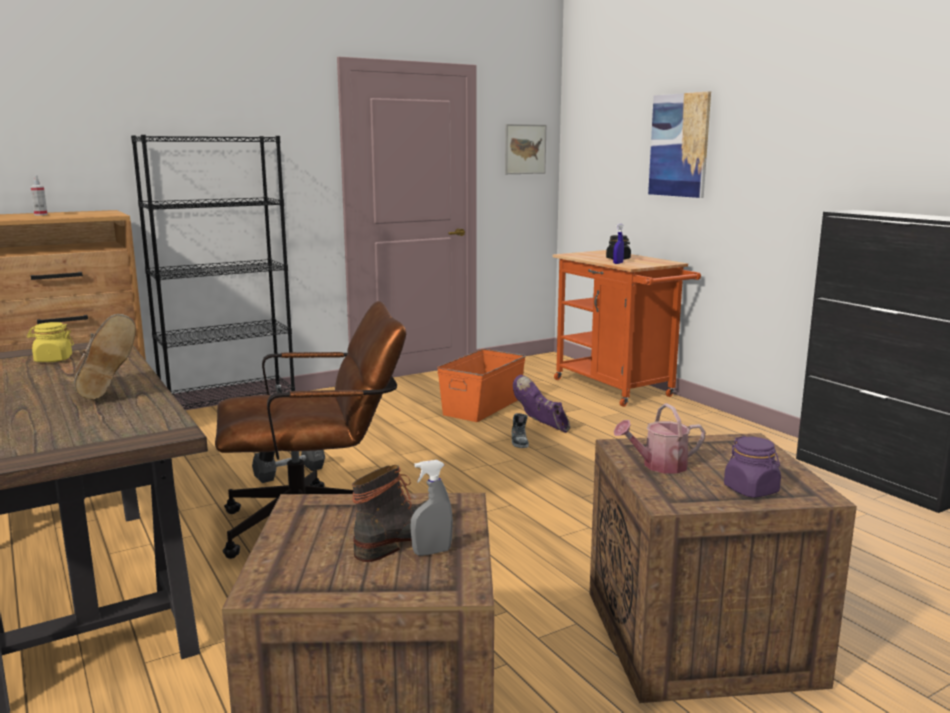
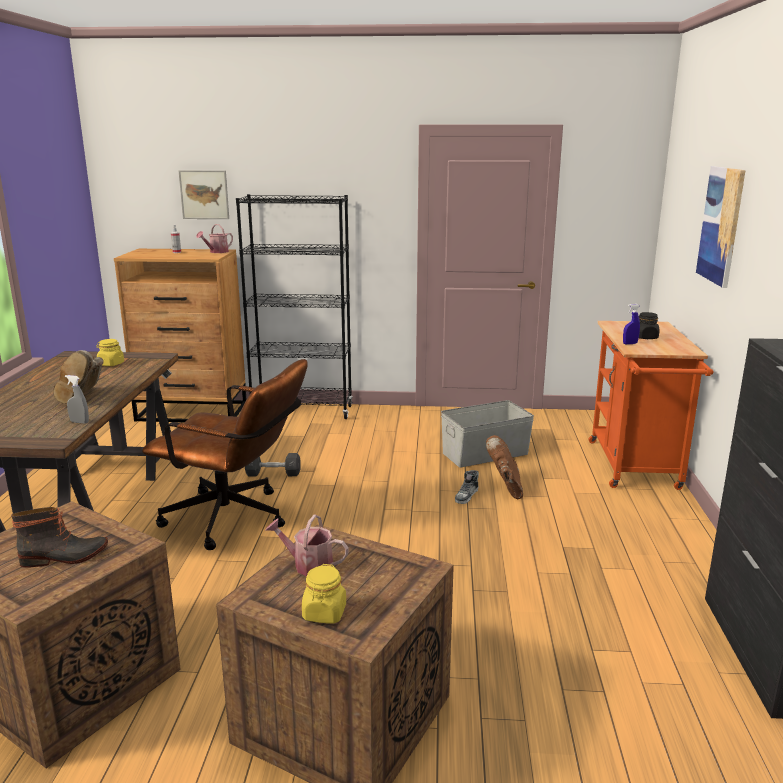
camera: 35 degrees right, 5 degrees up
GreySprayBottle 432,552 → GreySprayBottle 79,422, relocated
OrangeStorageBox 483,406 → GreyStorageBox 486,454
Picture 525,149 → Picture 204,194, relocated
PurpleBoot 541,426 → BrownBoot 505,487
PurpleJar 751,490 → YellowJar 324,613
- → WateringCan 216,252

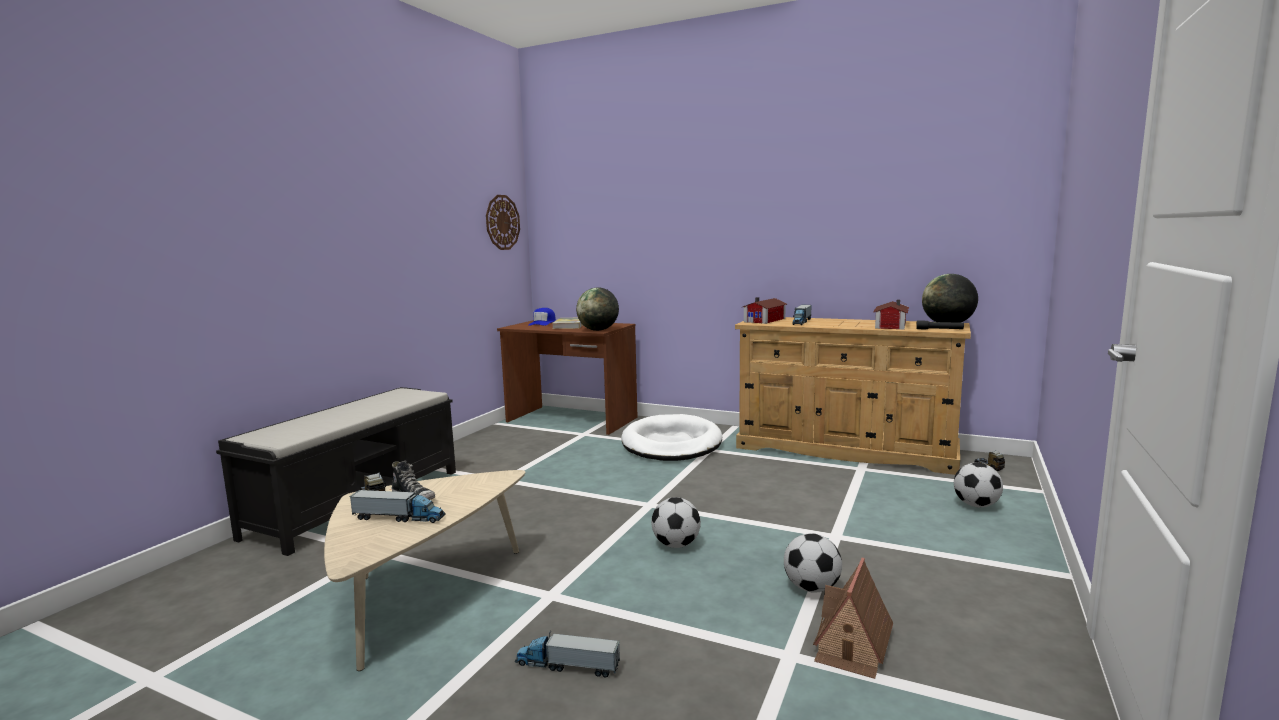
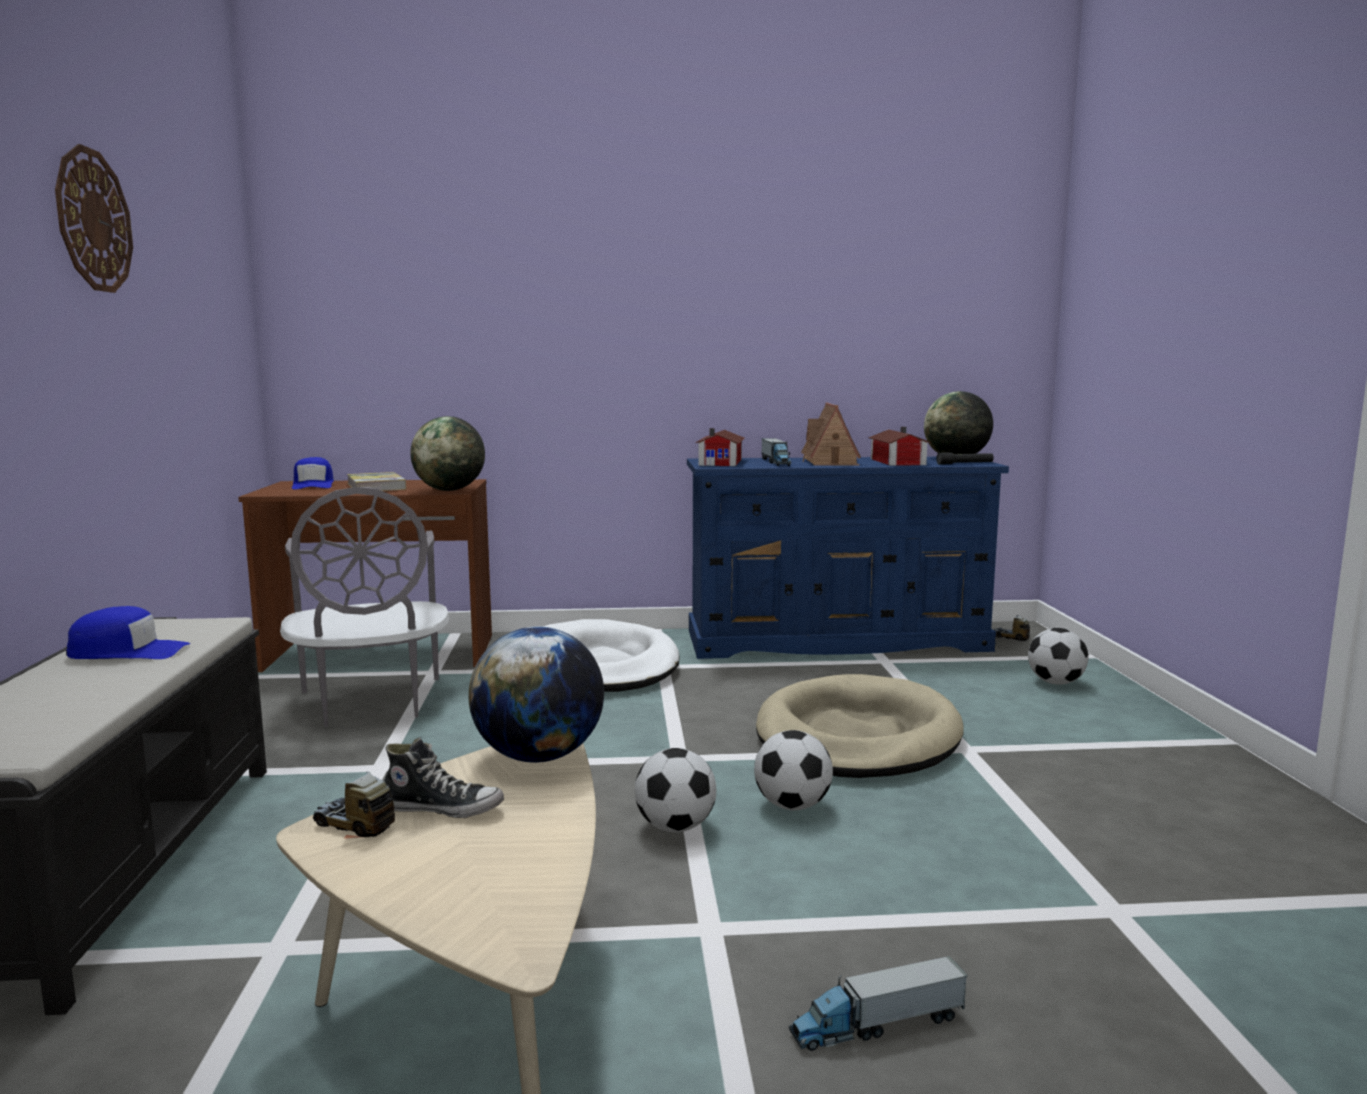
camera: 30 degrees left, 0 degrees up
ToyTruck 399,518 → -
WallClock 502,222 → WallClock 93,220, relocated
BeigeDresser 846,450 → BlueDresser 837,640
Football 811,588 → Football 675,827, relocated
ToyHouse 852,644 → ToyHouse 830,462, relocated
- → BlueCap 128,652
- → GreyChair 371,703
- → Globe 539,757
- → BeigeDogBed 857,736

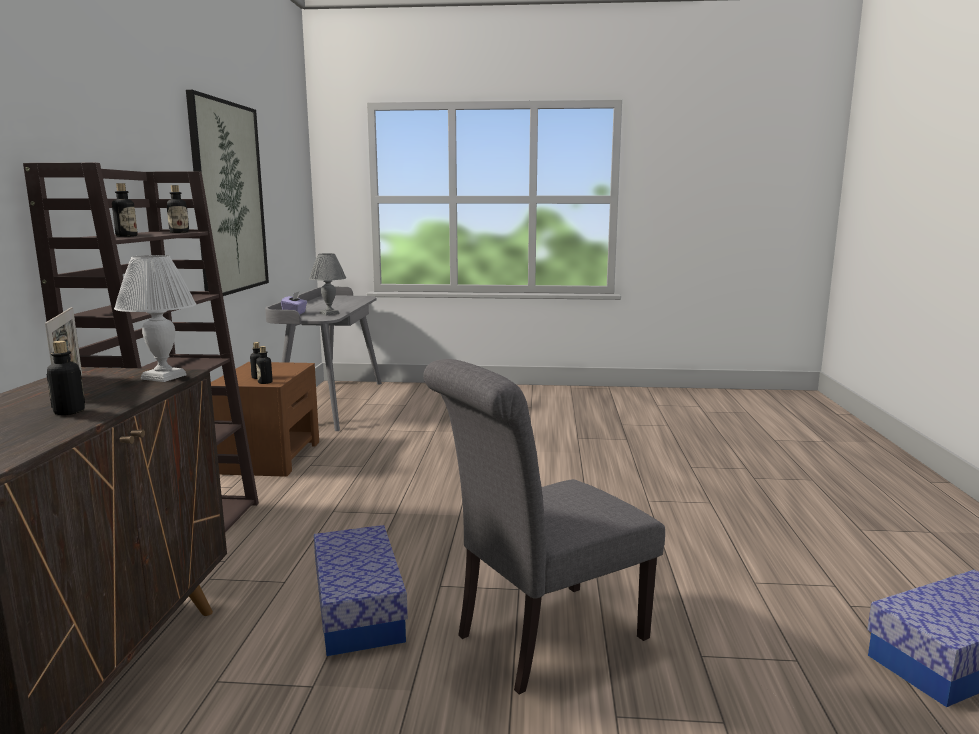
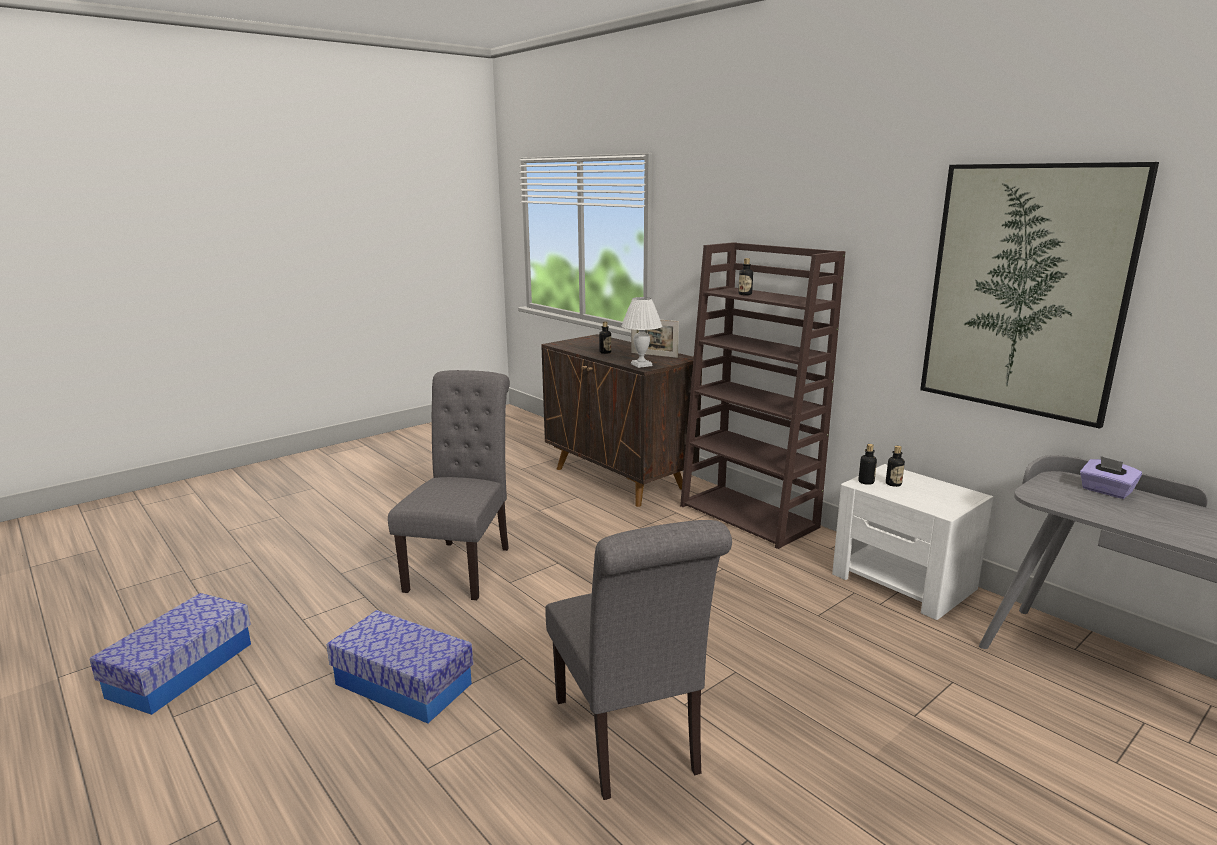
camera: 135 degrees right, 5 degrees up
Bottle 179,232 → -
BrownNightstand 270,456 → WhiteNightstand 904,582
GreyTableLamp 330,313 → -
StorageBox 359,609 → StorageBox 403,684, relocated
- → GreyChair 630,741

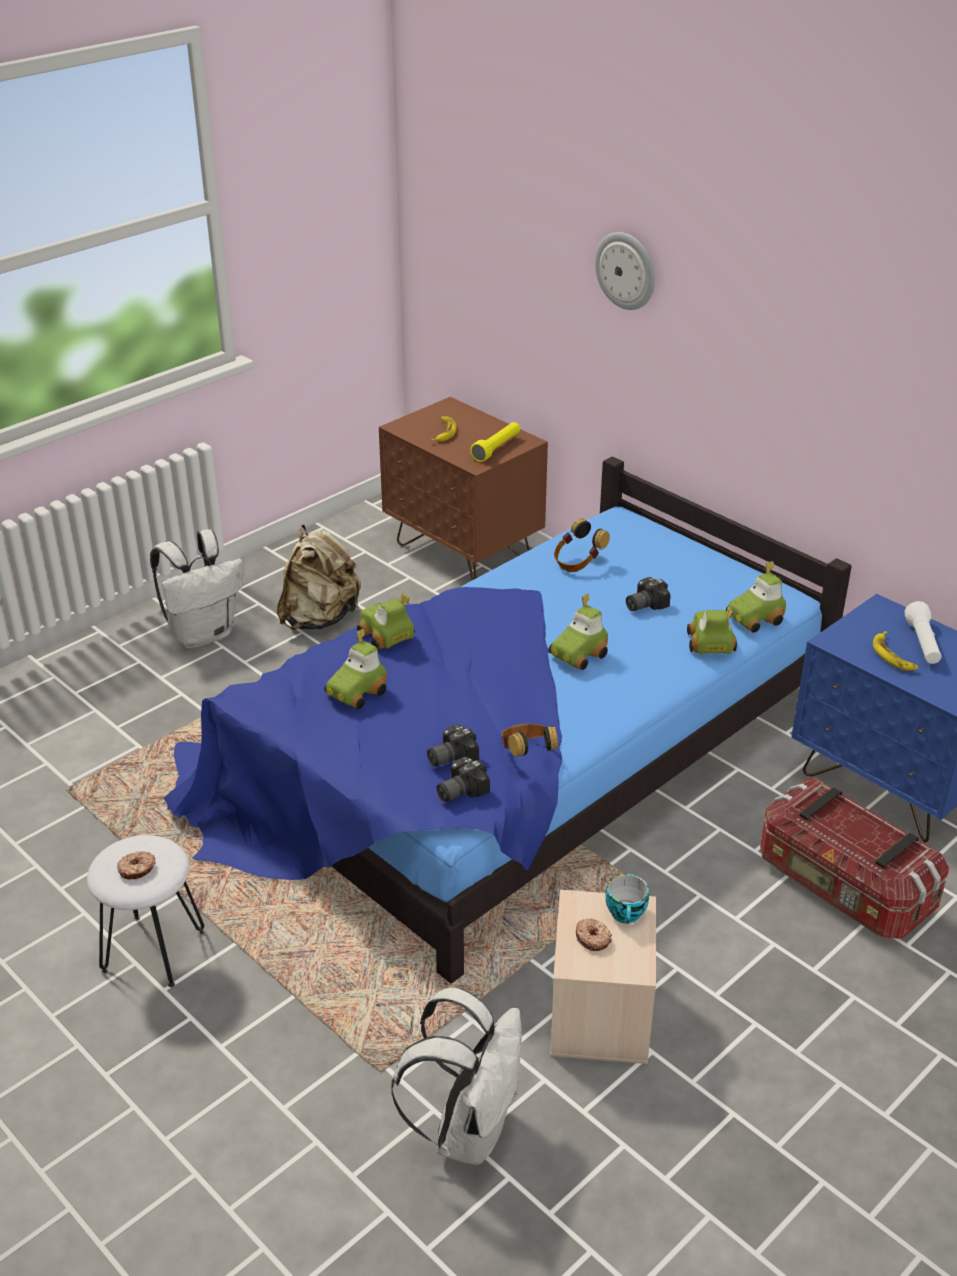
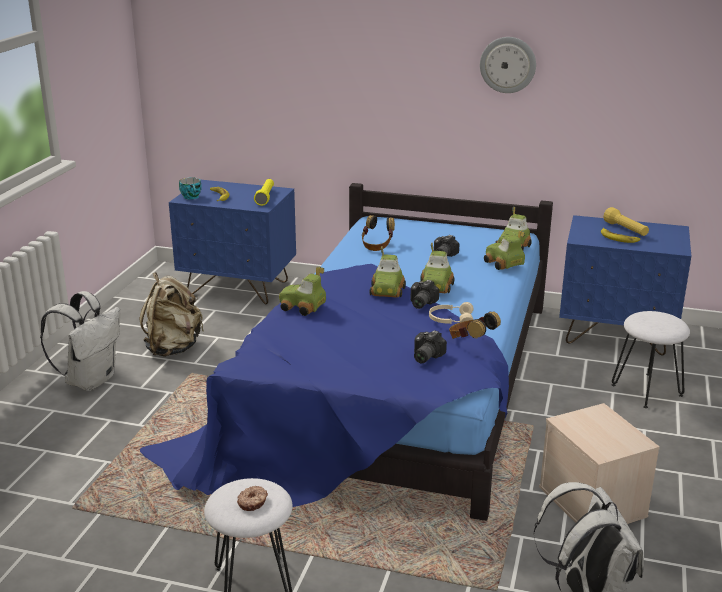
camera: 30 degrees left, 10 degrees down
ToyCar 357,693 → ToyCar 388,291, relocated
BrownNightstand 464,552 → BlueNightstand 238,288
PhotoCamera 459,790 → PhotoCamera 420,303, relocated
Donut 593,938 → -
WallClock 626,270 → WallClock 508,64, relocated
Cup 627,914 → Cup 192,197, relocated
StorageBox 842,887 → WhiteStool 647,390
WhiteFlashlight 922,644 → YellowFlashlight 625,230
- → BeigeHeadphones 451,320

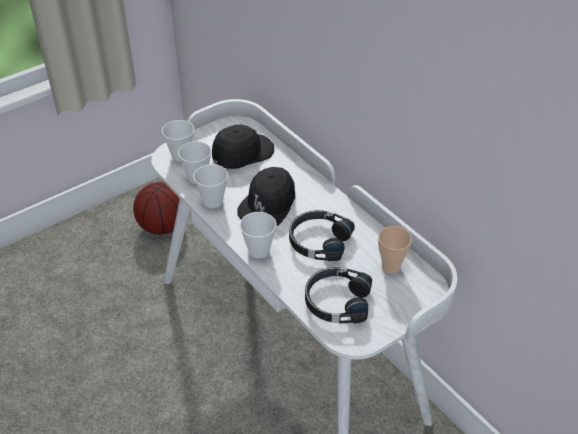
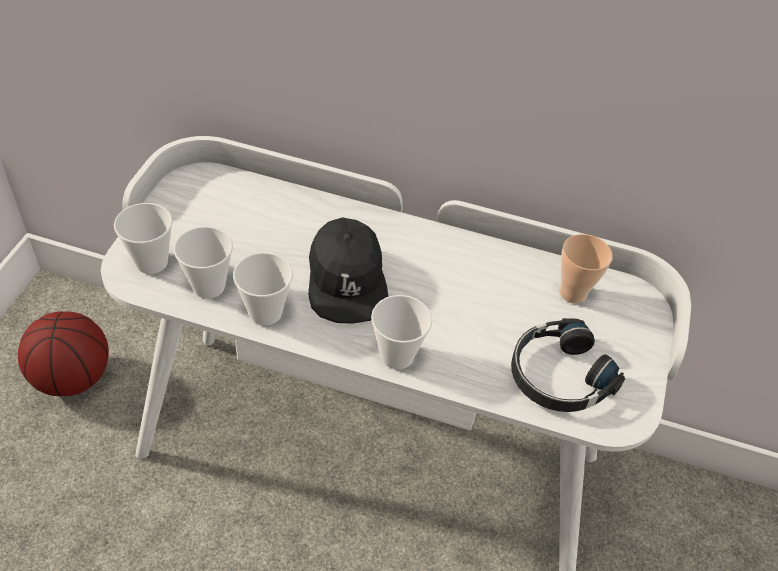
camera: 40 degrees left, 5 degrees up
BlackCap 242,153 → -
BlackHeadphones 319,241 → -

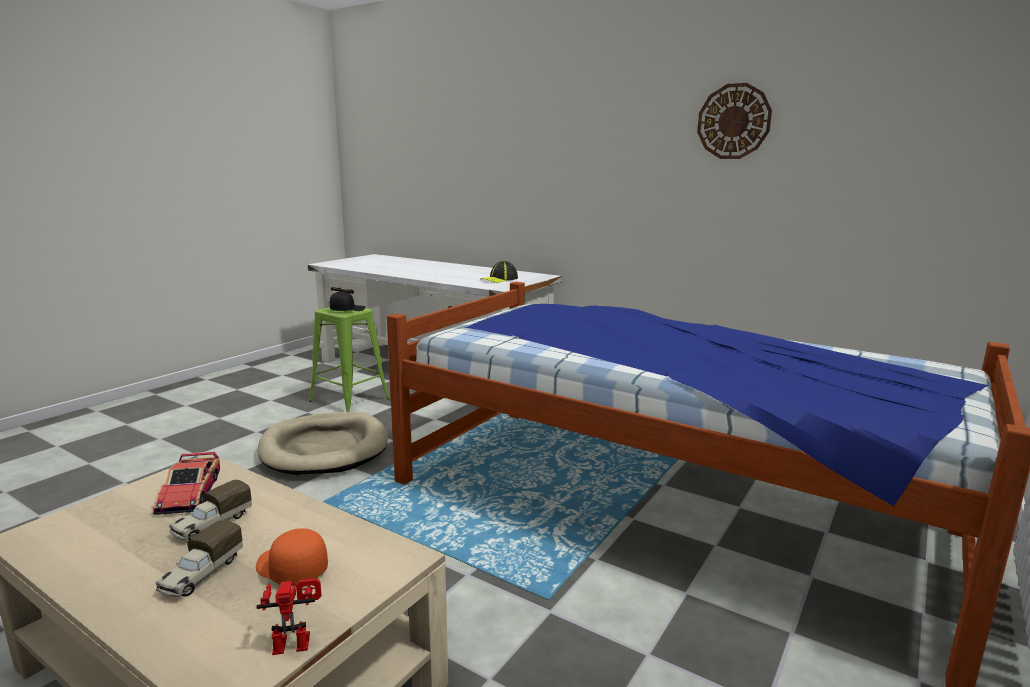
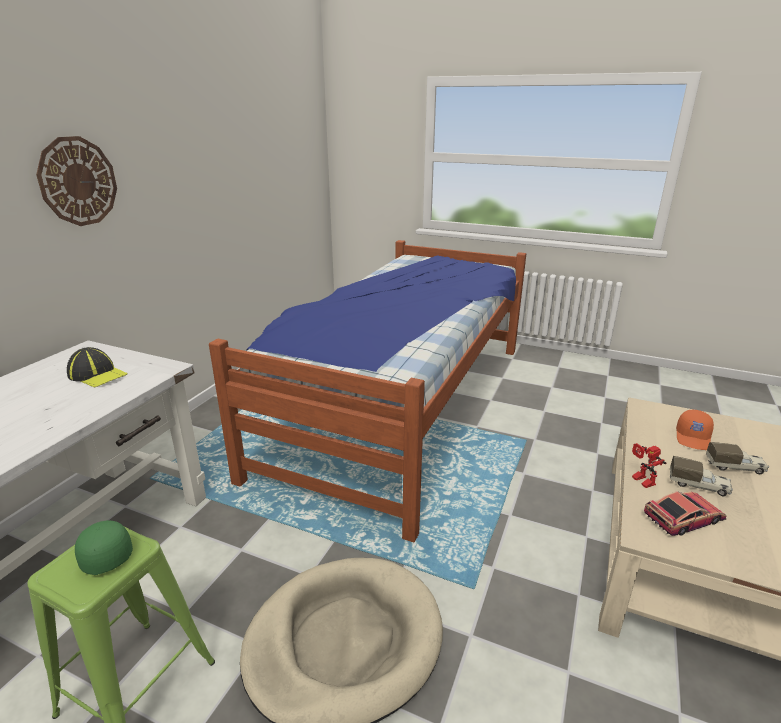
camera: 100 degrees left, 10 degrees up
ToyRobot 295,640 → ToyRobot 640,480, relocated
BlackCap 347,310 → GreenCap 102,553
WallClock 733,121 → WallClock 78,181, relocated

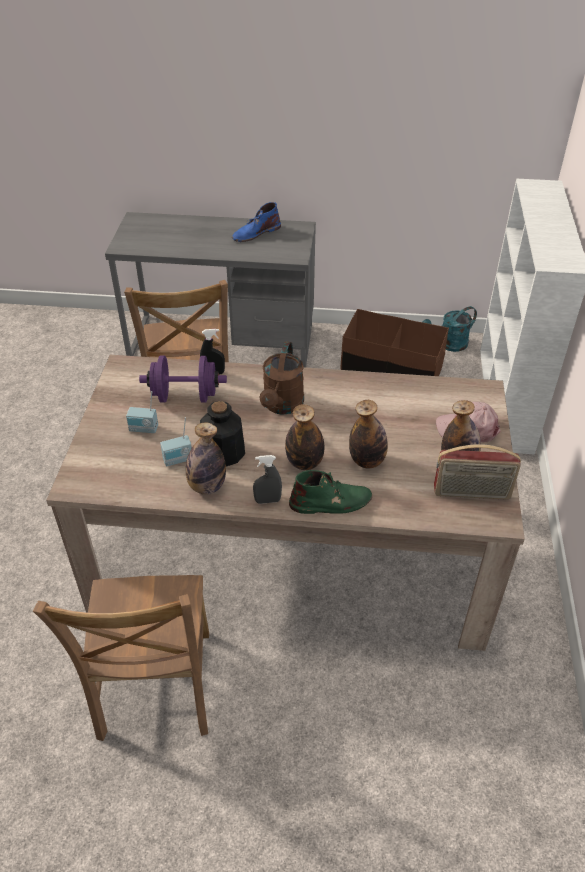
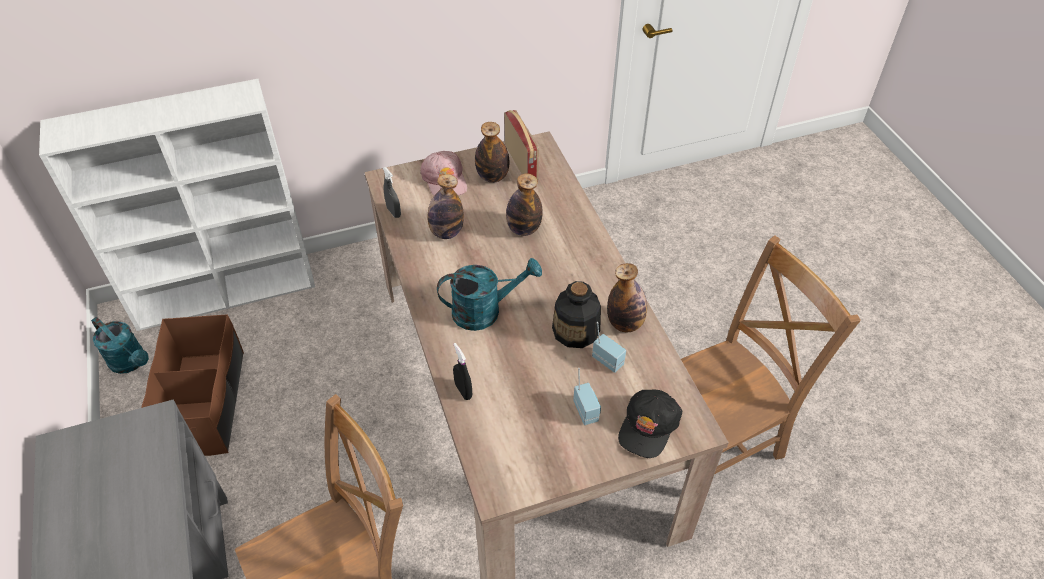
camera: 115 degrees left, 5 degrees up
PurpleDumbbell 185,396 → -
BlueBoot 255,233 → -
GreySprayBottle 267,500 → GreySprayBottle 394,212, relocated
BrownWateringCan 282,406 → TurquoiseWateringCan 485,311
Bottle 304,463 → Bottle 446,232, relocated
GreenBoot 331,502 → -
- → BlackCap 648,426

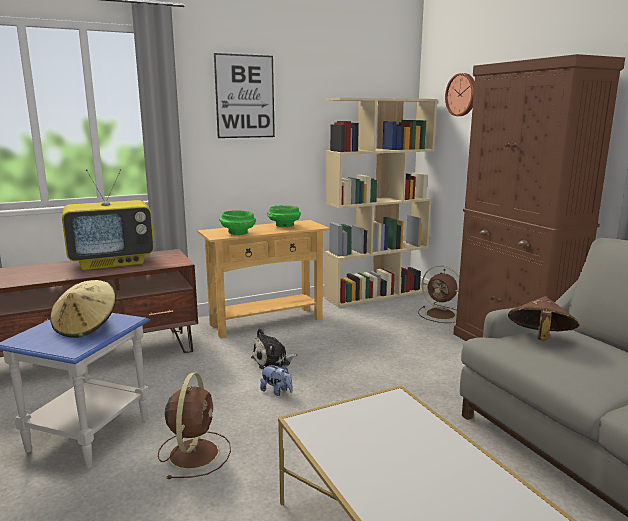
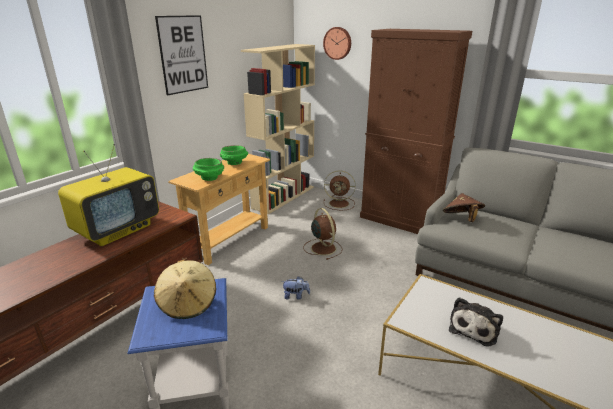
camera: 30 degrees left, 10 degrees up
BrownFan 194,453 → BrownFan 322,248, relocated
PlushToy 273,361 → PlushToy 474,328, relocated

